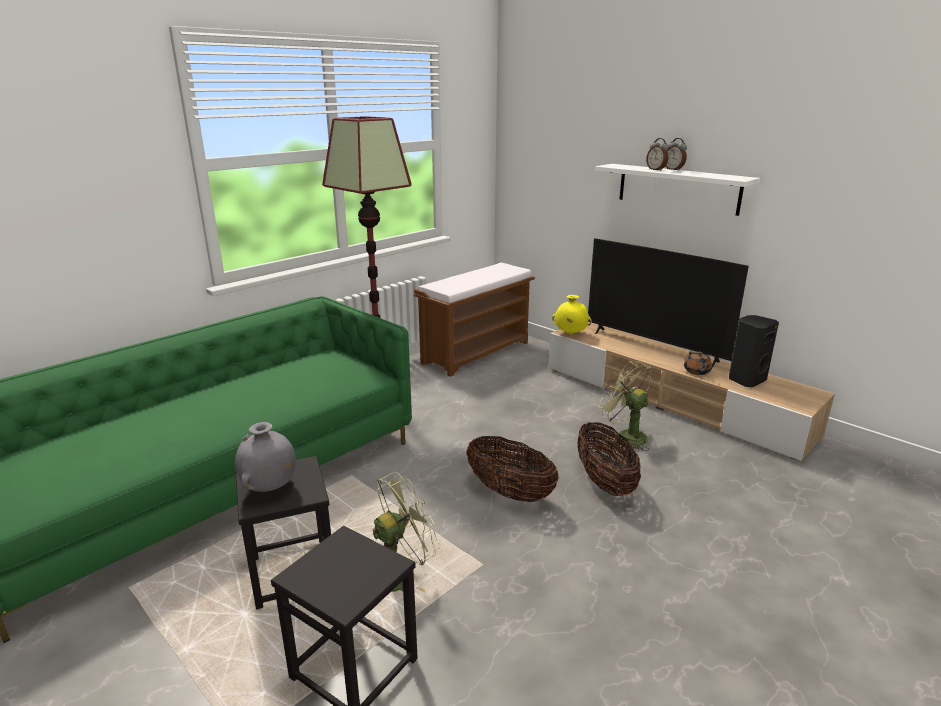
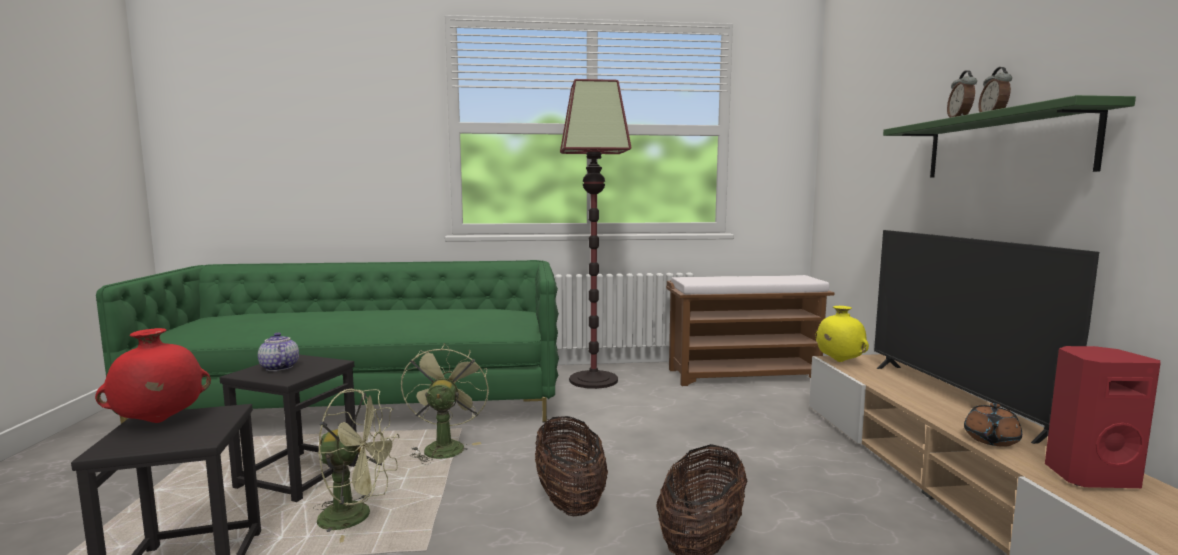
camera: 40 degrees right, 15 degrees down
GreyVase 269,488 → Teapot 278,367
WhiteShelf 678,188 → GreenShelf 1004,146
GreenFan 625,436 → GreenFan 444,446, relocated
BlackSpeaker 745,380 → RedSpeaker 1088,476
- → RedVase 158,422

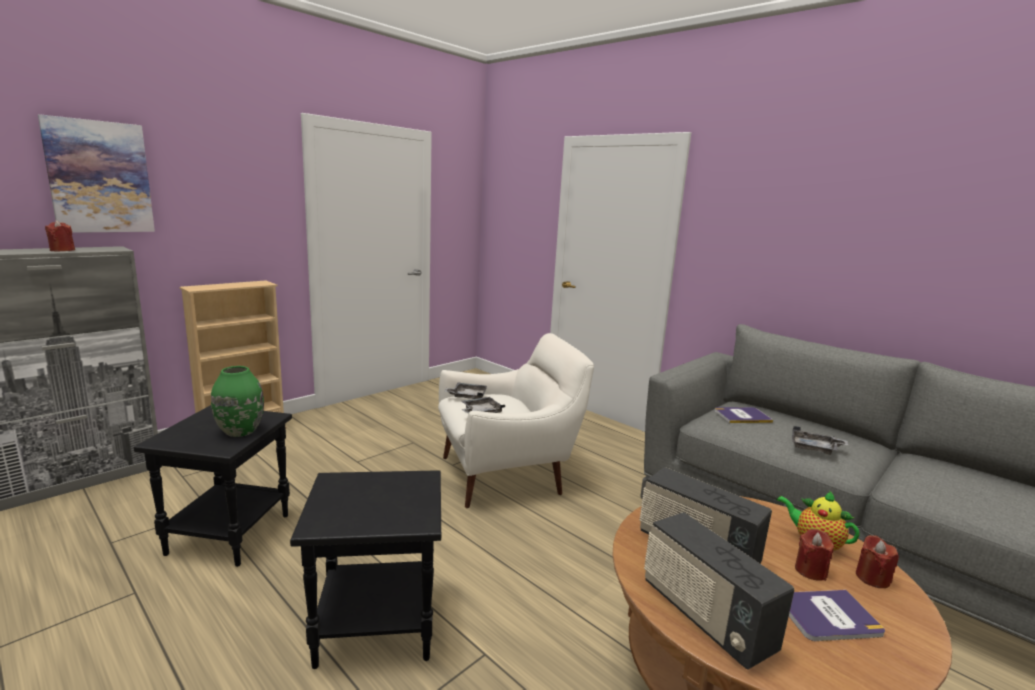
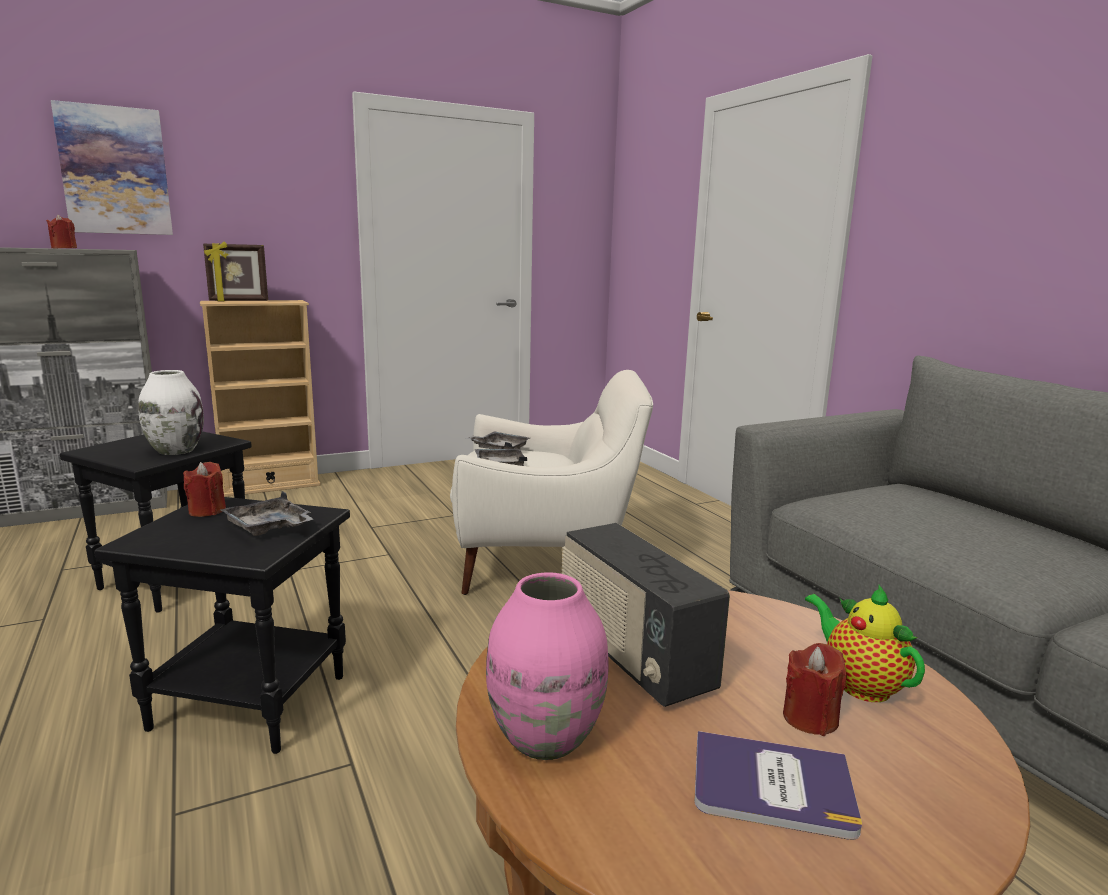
camera: 20 degrees right, 0 degrees up
GreenVase 240,431 → WhiteVase 175,450
Radio 704,617 → PinkVase 546,738
Book 742,416 → -
GreyTray 815,448 → GreyTray 269,528, relocated
RedCandle 872,578 → RedCandle 207,511, relocated
- → PictureFrame 239,301

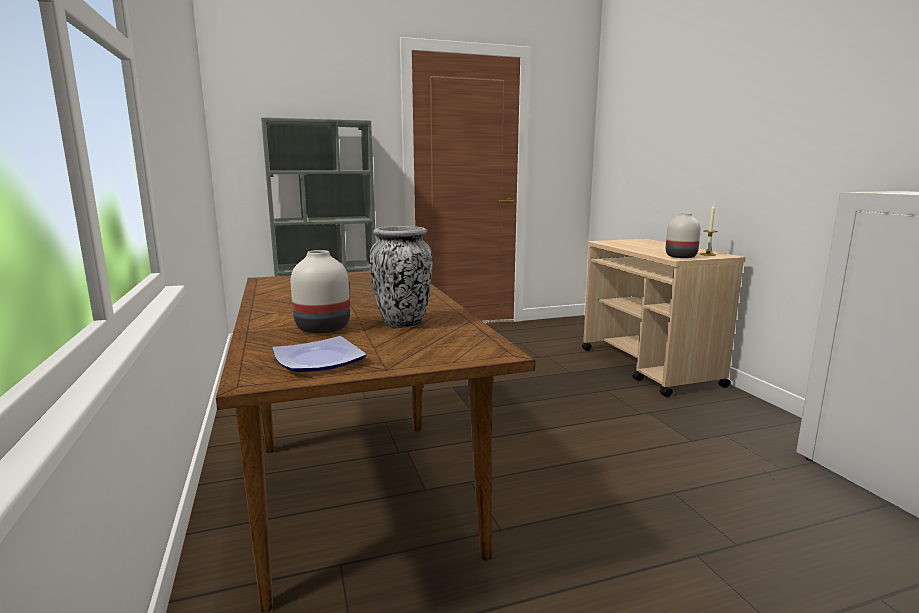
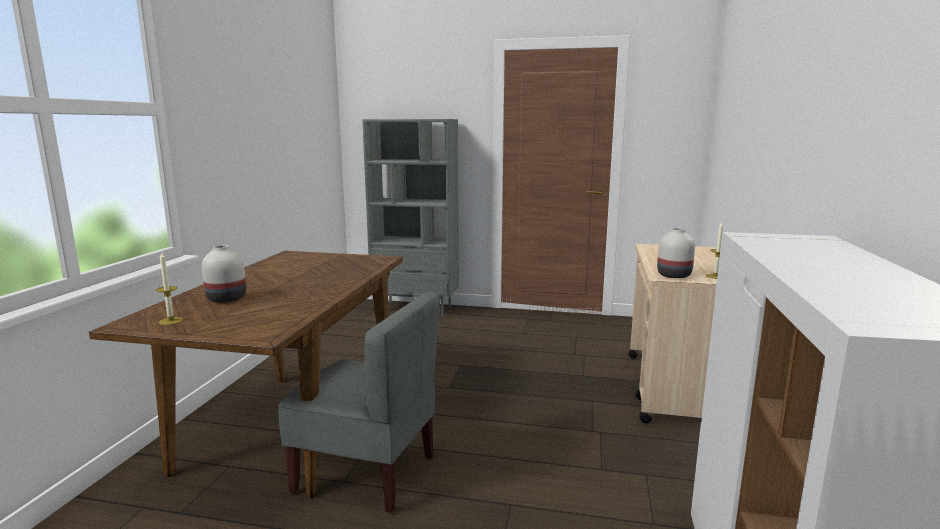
camera: 30 degrees right, 0 degrees up
Plate 318,361 → Candle 171,321
Vase 403,323 → -
- → GreyChair 367,473

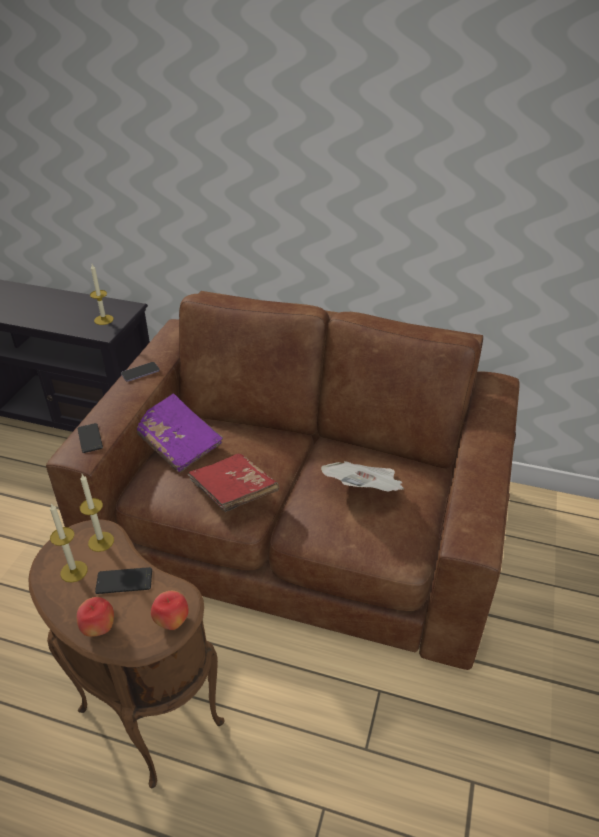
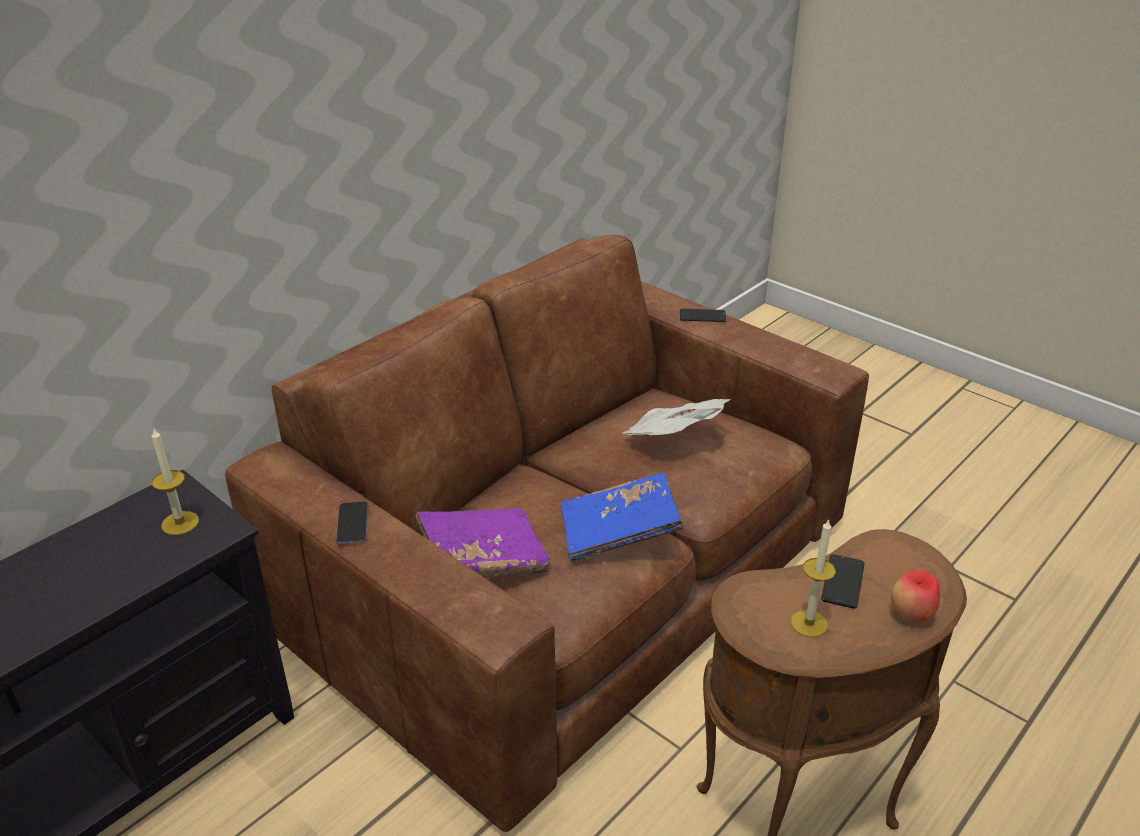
camera: 65 degrees left, 5 degrees down
Phone 90,438 → Phone 702,316, relocated
Candle 101,541 → -
Apple 172,622 → -
RedBook 233,492 → BlueBook 619,532

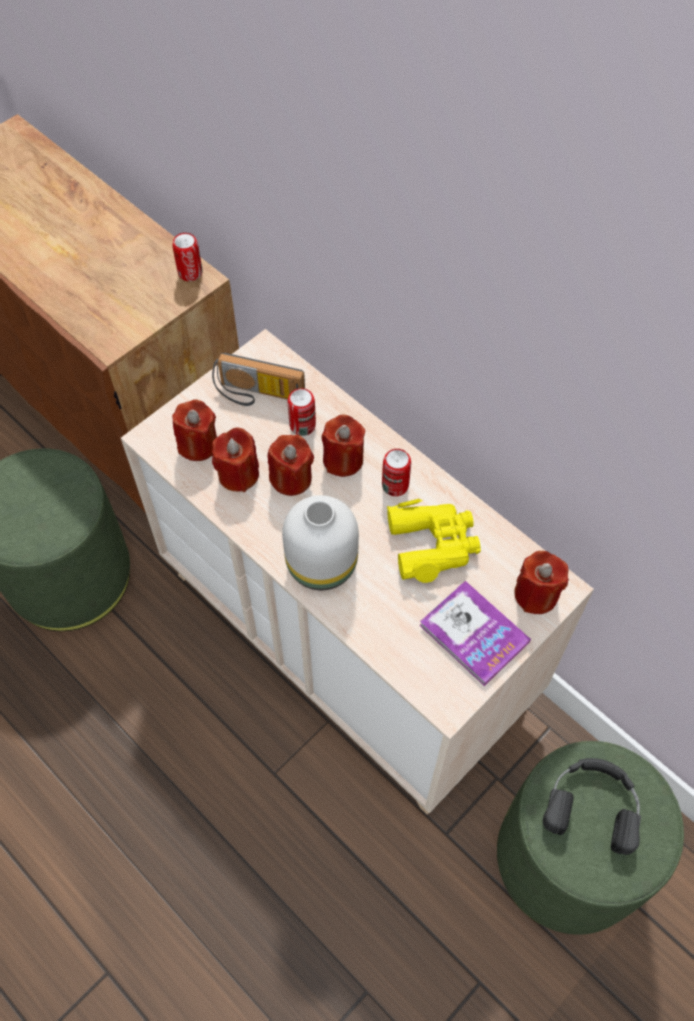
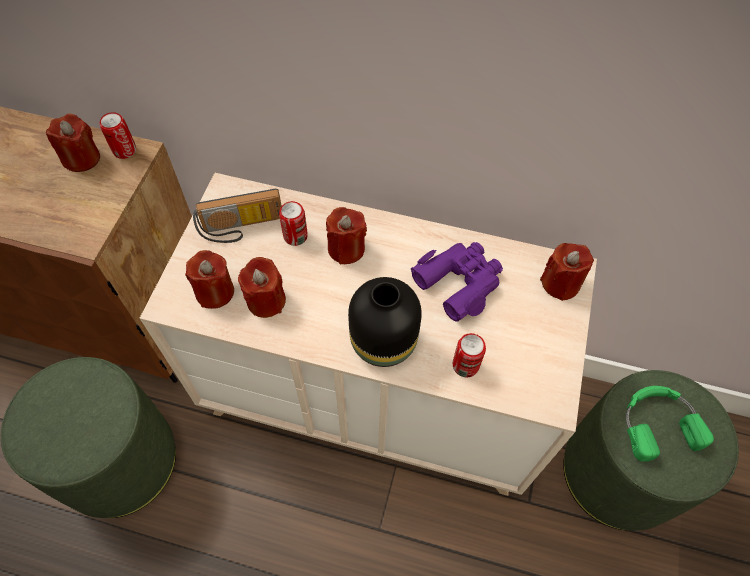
camera: 30 degrees left, 0 degrees up
RedCandle 291,478 → RedCandle 82,158, relocated
WhiteVase 323,565 → BlackVase 385,341
Can 395,485 → Can 465,365, relocated
YellowBinoculars 433,544 → PurpleBinoculars 459,282
Book 474,634 → -
BlackHeadphones 593,804 → GreenHeadphones 657,423

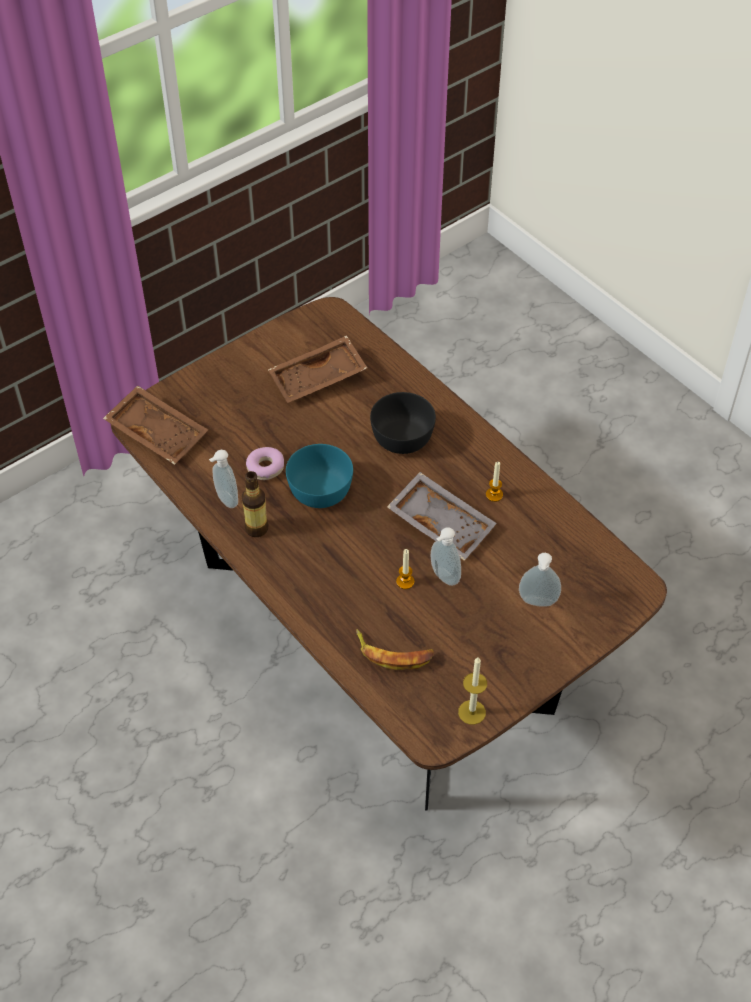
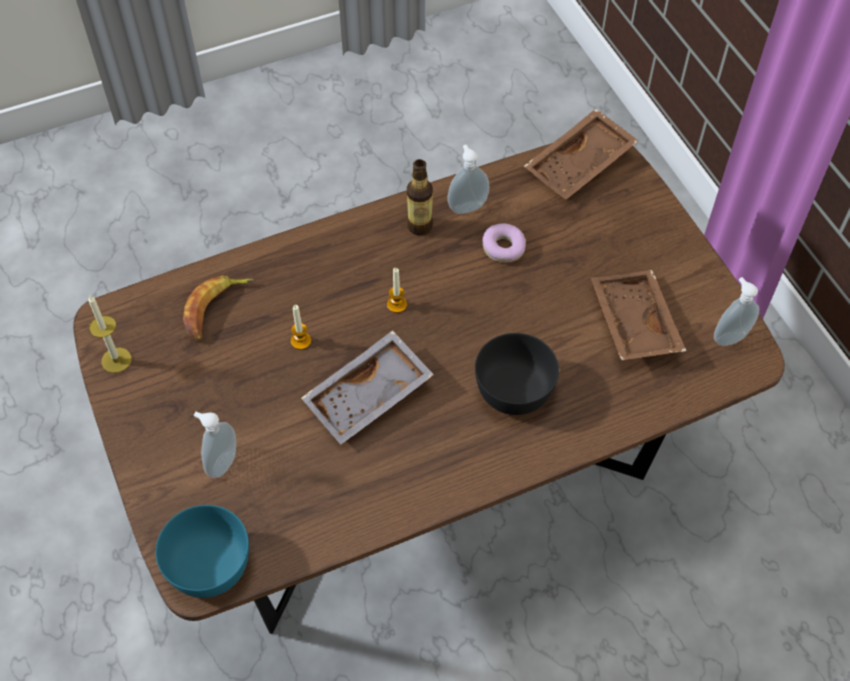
camera: 105 degrees right, 5 degrees up
TurquoiseBowl 319,489 → TurquoiseBowl 210,563, relocated
SoapDispenser 443,577 → SoapDispenser 729,336, relocated
Candle 494,495 → Candle 397,304, relocated

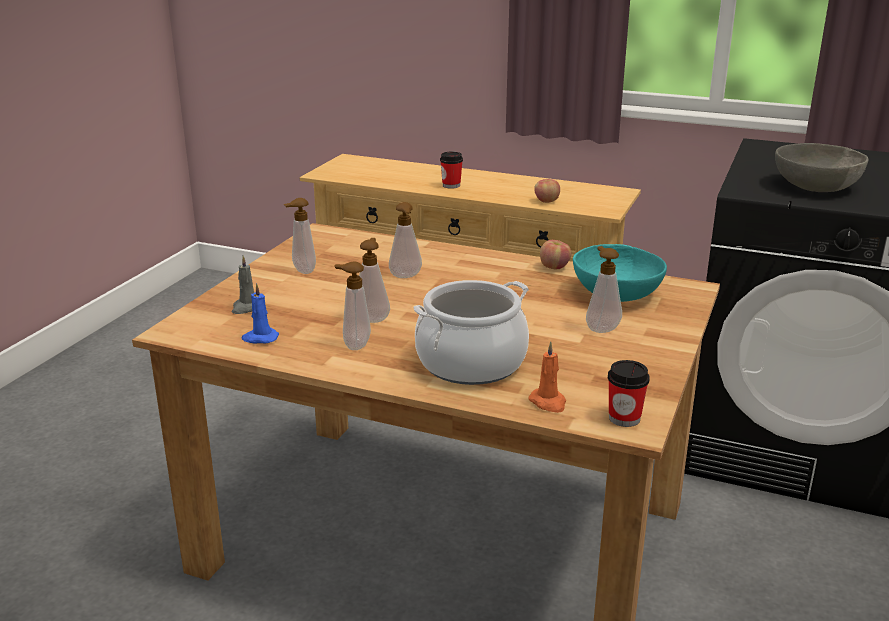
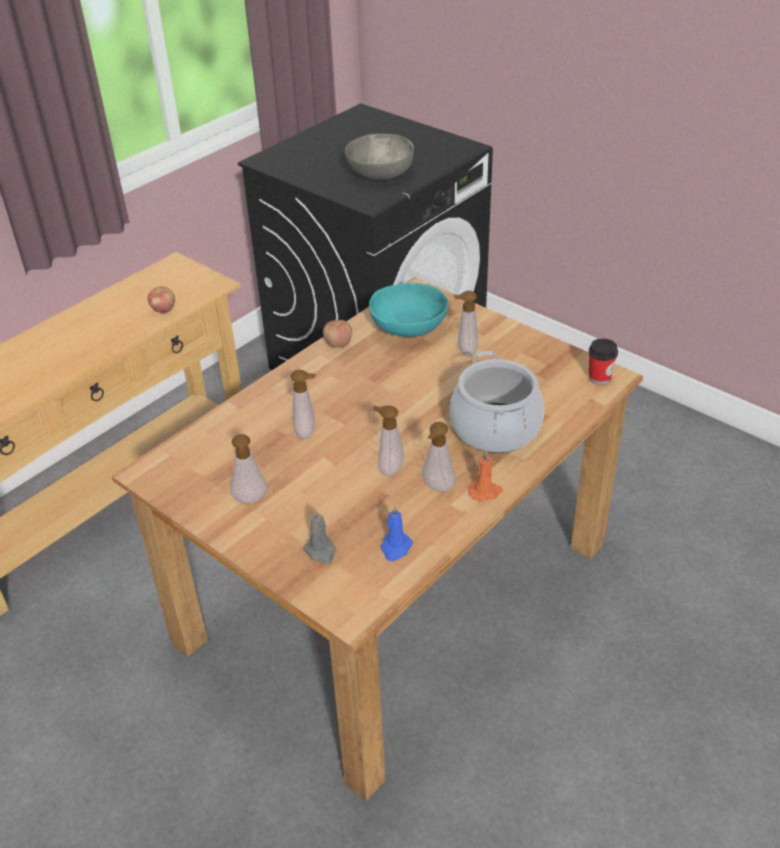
camera: 70 degrees left, 15 degrees up
Cup 451,185 → -
OrangeCandle 548,403 → OrangeCandle 485,492, relocated

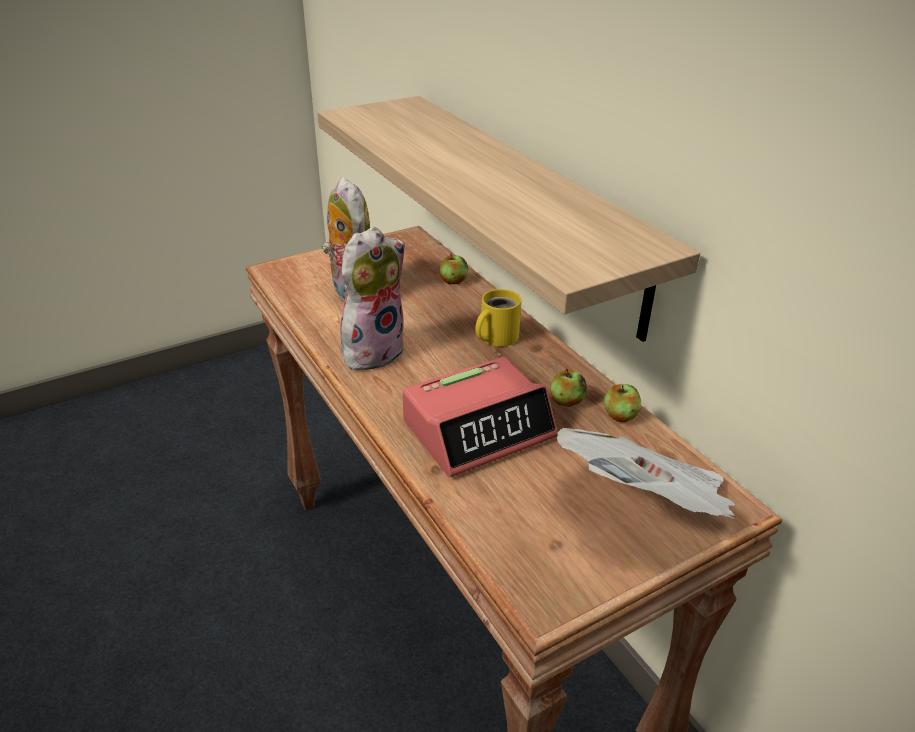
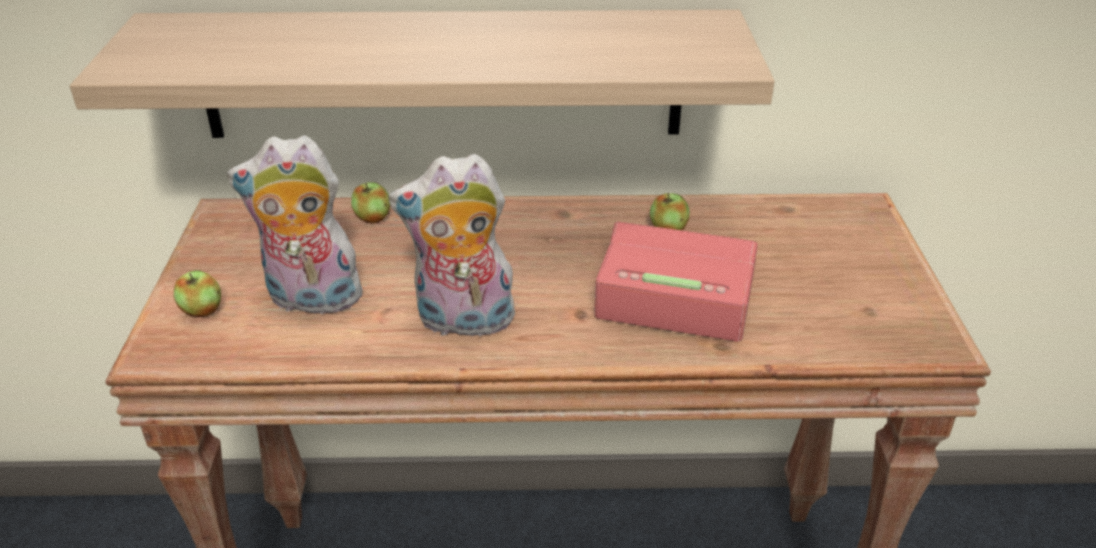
camera: 60 degrees left, 0 degrees up
PlushToy 373,350 → PlushToy 463,323, 75 degrees counterclockwise
AlarmClock 479,429 → AlarmClock 674,296, 75 degrees counterclockwise
YellowMug 495,337 → -
Newspaper 646,505 → -
Apple 620,416 → Apple 202,310, relocated

